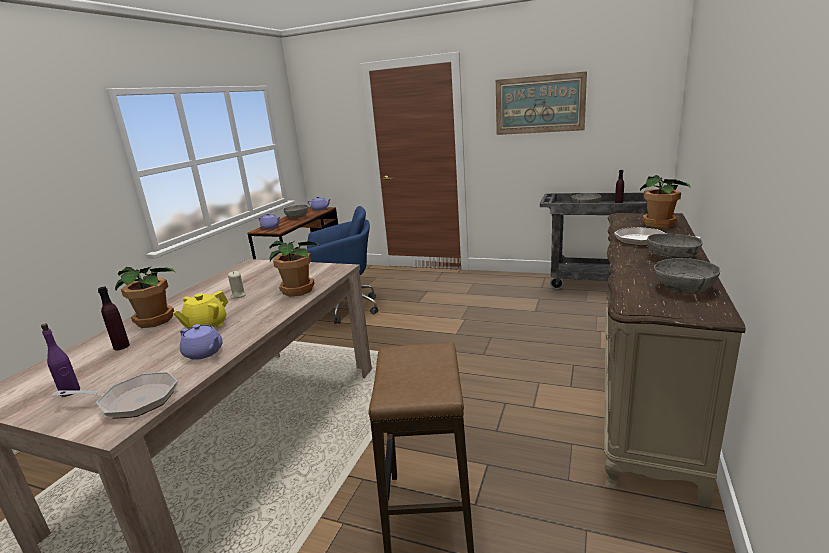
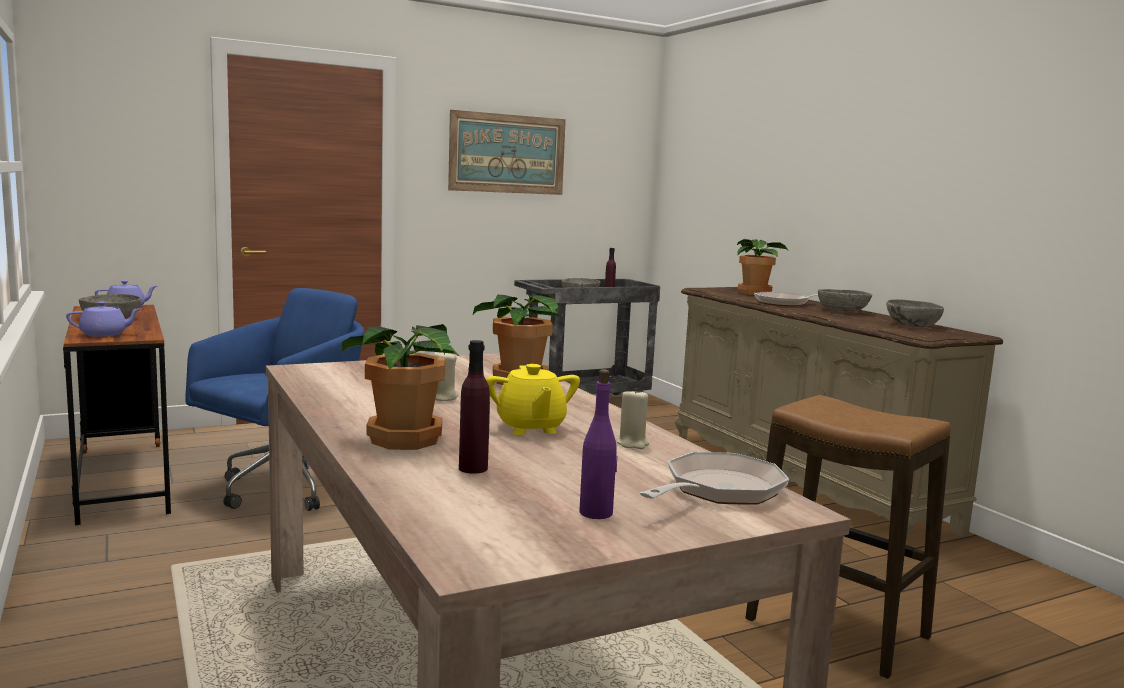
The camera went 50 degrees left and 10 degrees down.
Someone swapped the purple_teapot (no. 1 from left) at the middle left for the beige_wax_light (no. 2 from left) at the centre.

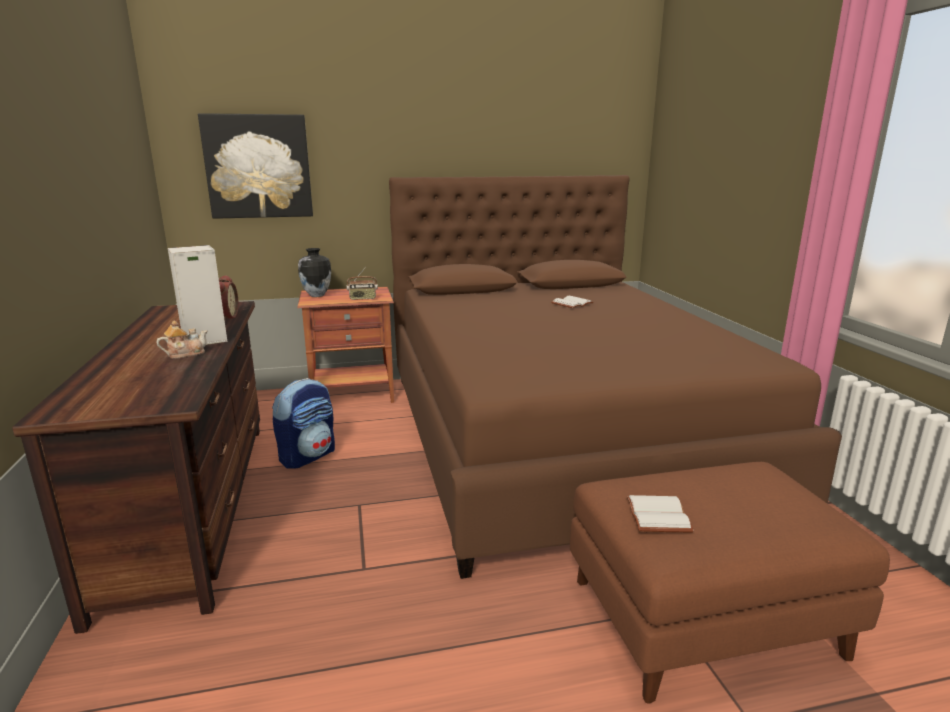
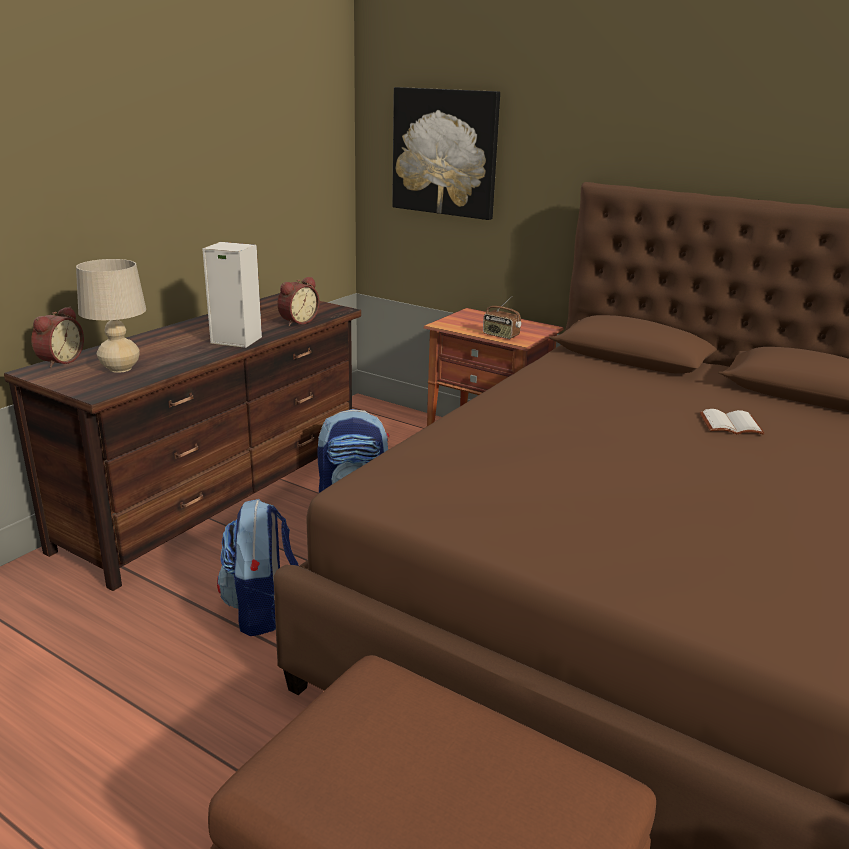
The camera went 45 degrees right and 5 degrees up.
Someone took away the teapot at the middle left.
Someone took away the vase at the middle left.
Someone took away the white_bound_book (no. 2 from left) at the bottom right.
Someone put down the bedside_clock (no. 1 from left) at the middle left.
Someone put down the beige_table_lamp at the middle left.
Someone put down the backpack (no. 1 from left) at the bottom left.

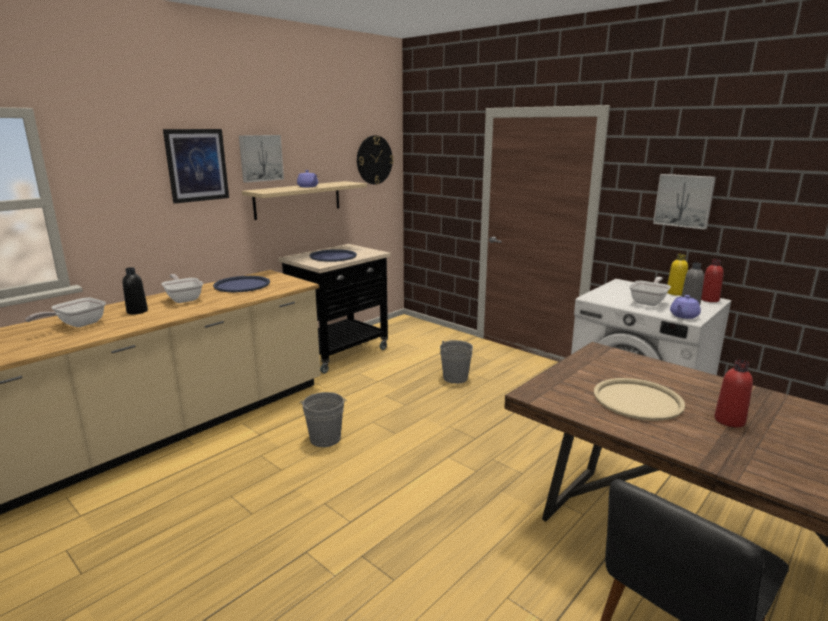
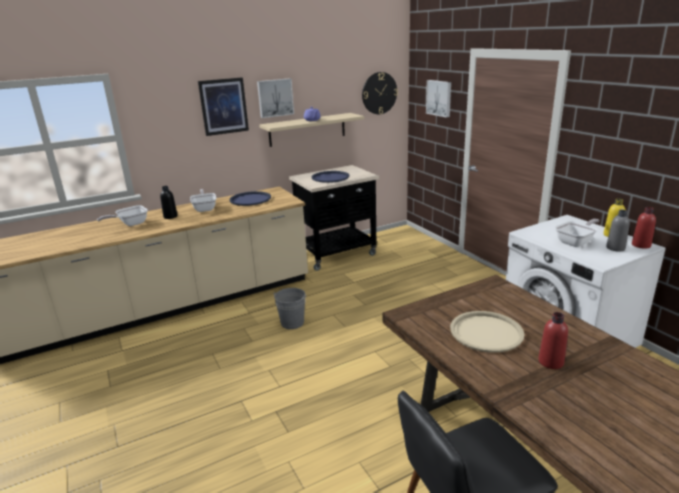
The camera went 20 degrees right and 5 degrees up.
Someone took away the greyish_bucket (no. 2 from left) at the centre.
Someone took away the purple_teapot (no. 2 from left) at the middle right.
Someone carried the wall_picture (no. 3 from left) from the top right to the top centre.

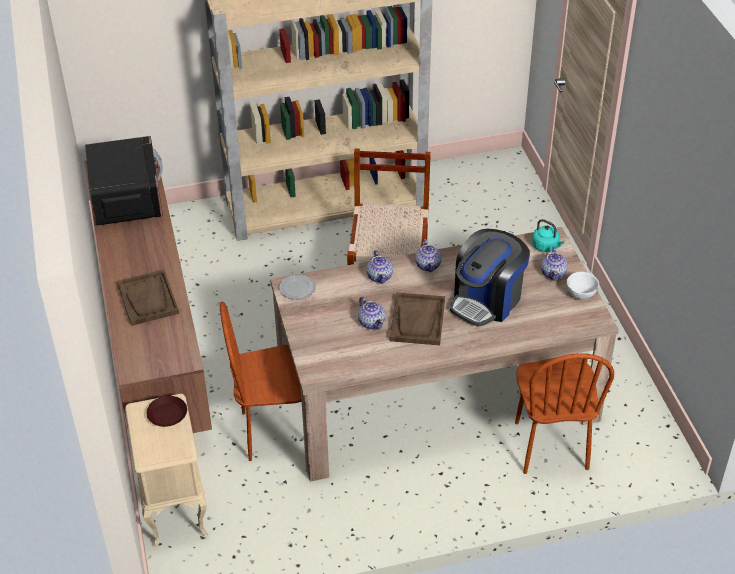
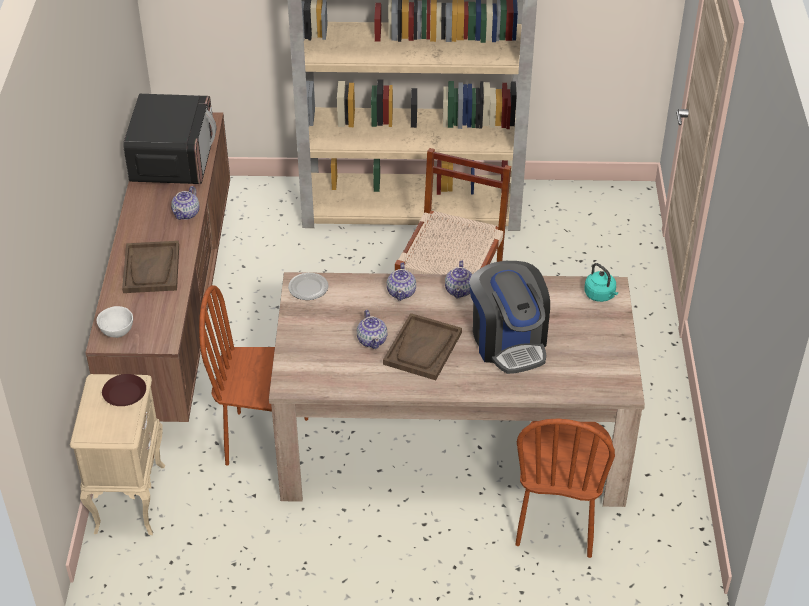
The camera went 15 degrees right and 0 degrees up.
Someone carried the teapot (no. 4 from left in the first image) from the middle right to the middle left.
Someone carried the white_deep_dish from the middle right to the middle left.
Someone rotated the coffee_maker at the middle right by 75 degrees counterclockwise.

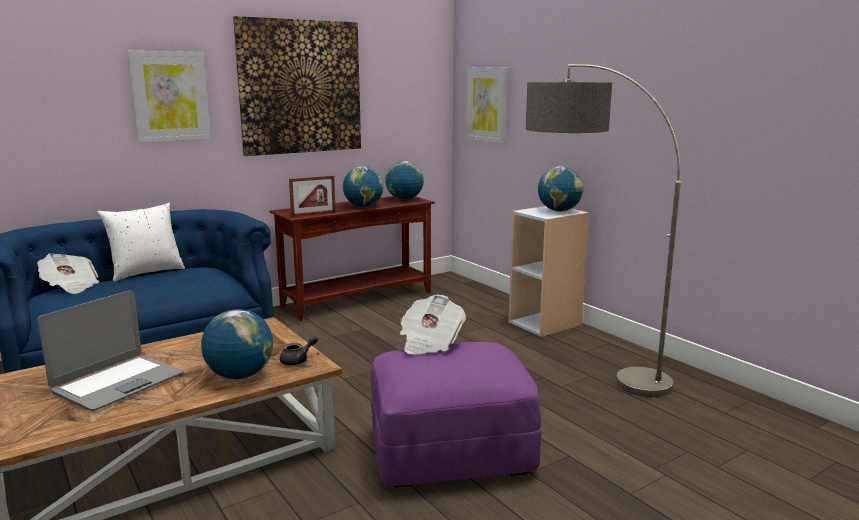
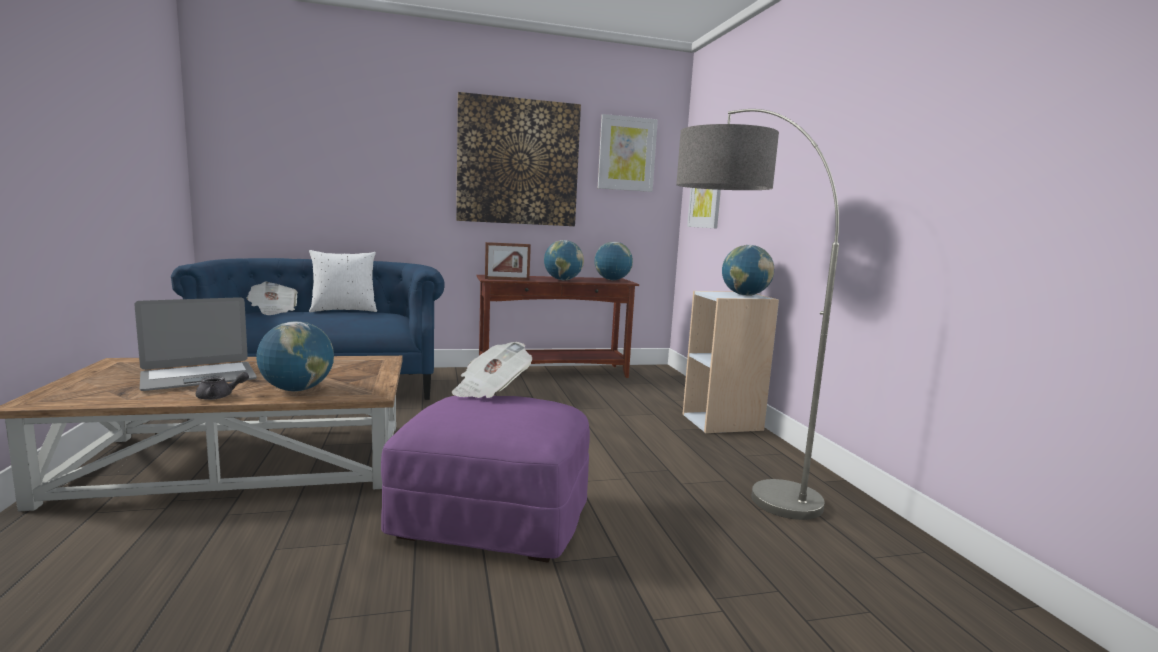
The camera went 20 degrees right and 5 degrees down.
Someone carried the wall_picture (no. 1 from left in the first image) from the top left to the top centre.
Someone carried the greyish_teapot from the bottom centre to the middle left.

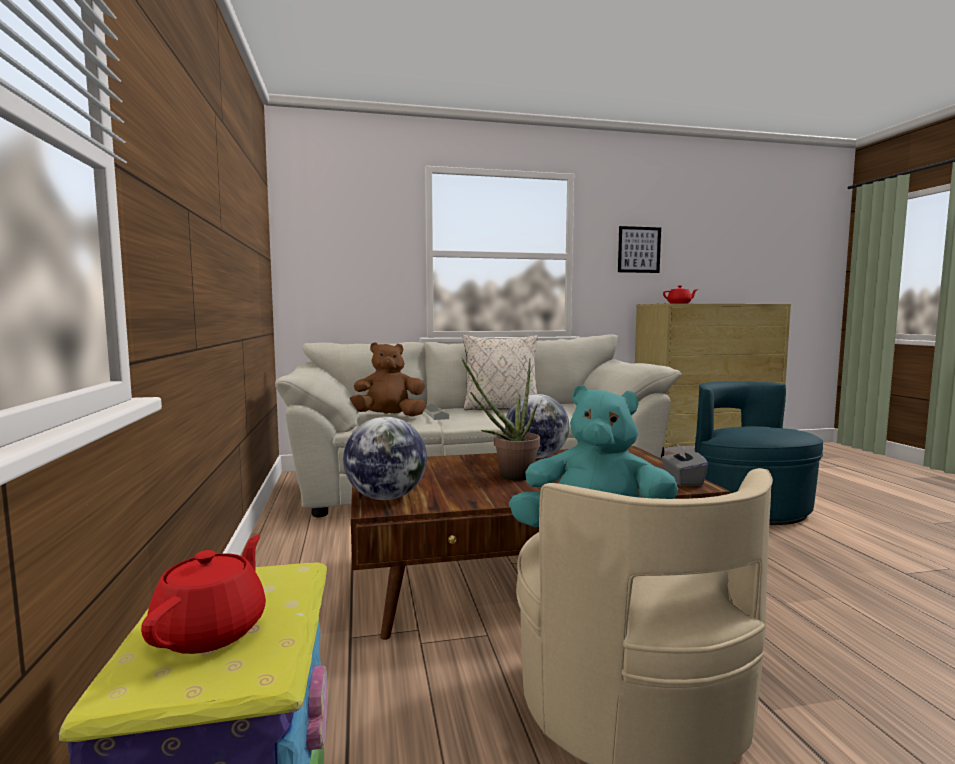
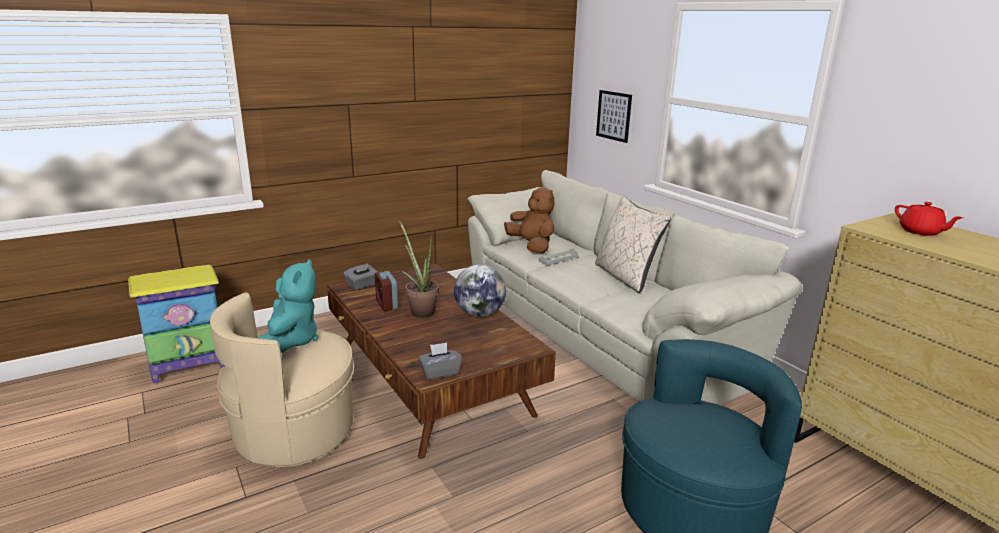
The camera went 70 degrees right and 15 degrees up.
Someone took away the red-coloured_teapot (no. 1 from left) at the bottom left.
Someone put down the bedside_clock at the centre.
Someone carried the wall_picture from the top right to the top centre.
Someone swapped the desk_globe (no. 1 from left) at the centre for the greyish_box_of_tissues (no. 1 from left) at the centre.

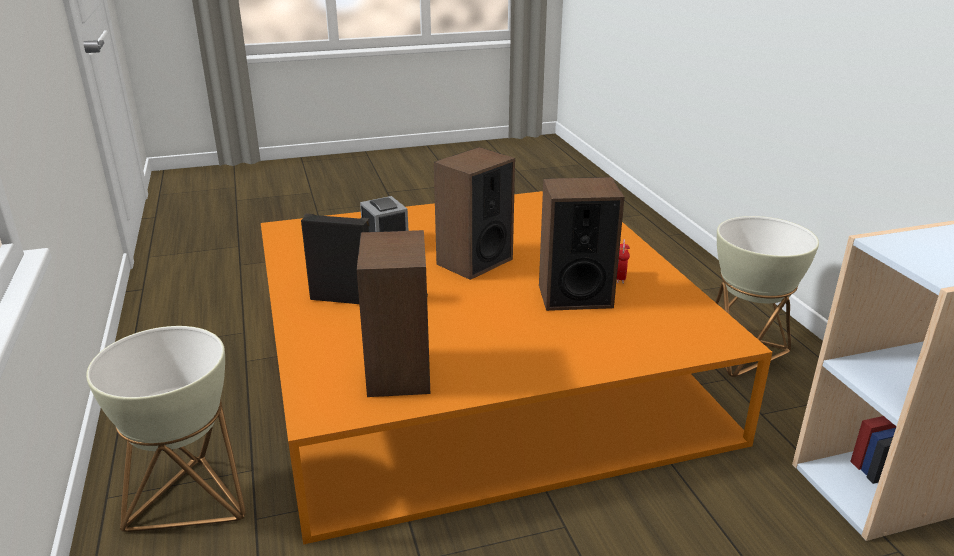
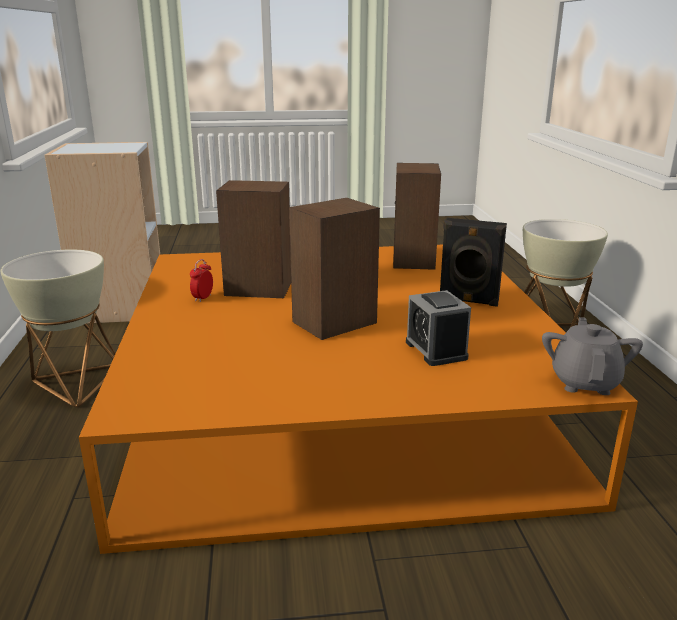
The camera went 170 degrees left and 5 degrees down.
Someone put down the greyish_teapot at the middle right.

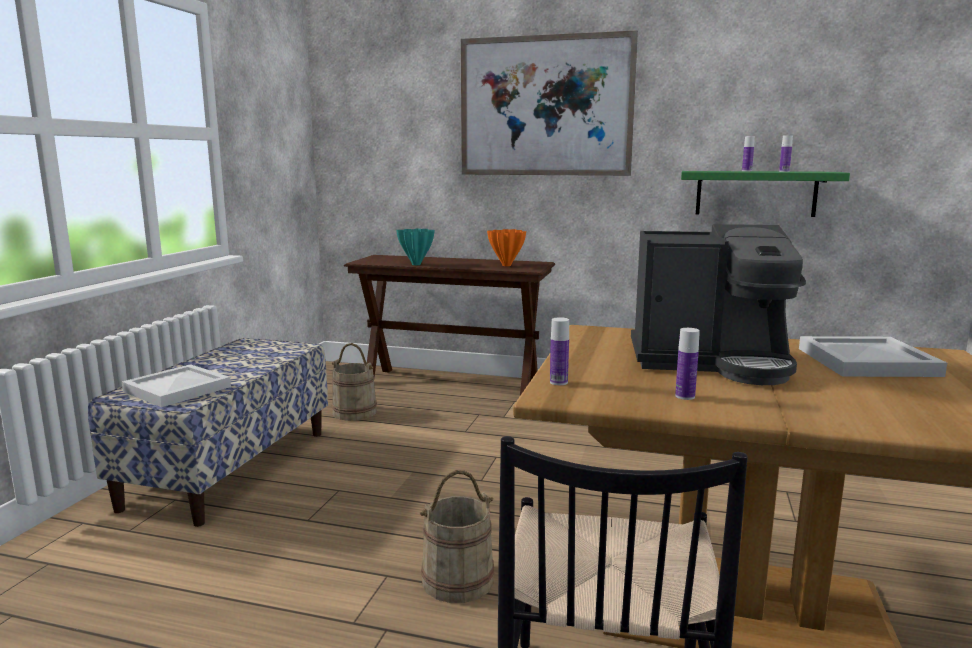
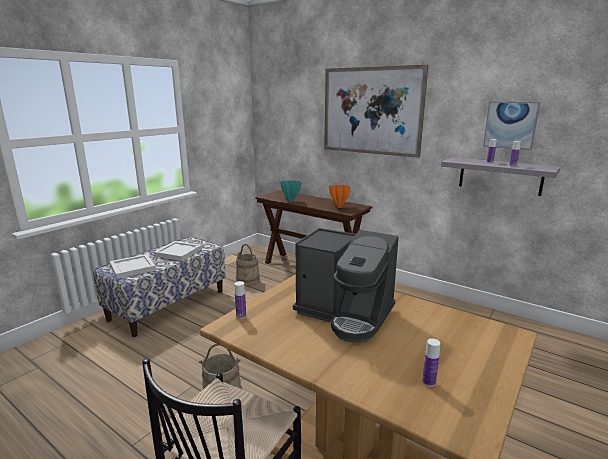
The camera went 20 degrees right and 5 degrees up.
Someone put up the wall_picture (no. 2 from left) at the top right.
Someone carried the beverage_bottle (no. 2 from left) from the middle right to the bottom right.
Someone carried the white_carrying_tray (no. 2 from left) from the middle right to the middle left.
Someone repainted the greenish_bracket_shelf at the top right, which became the greyish_bracket_shelf at the middle right.

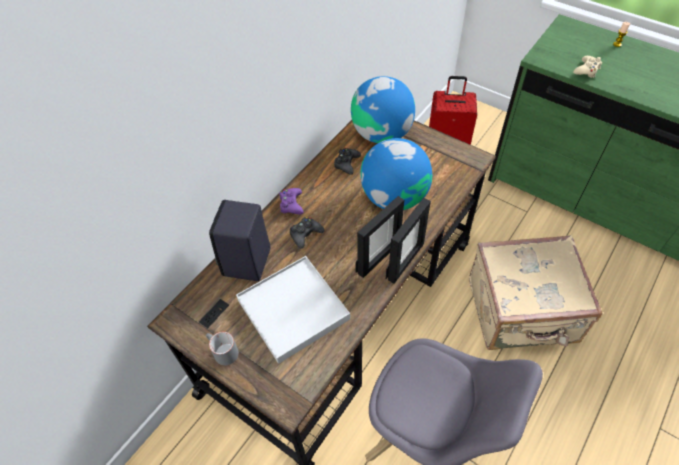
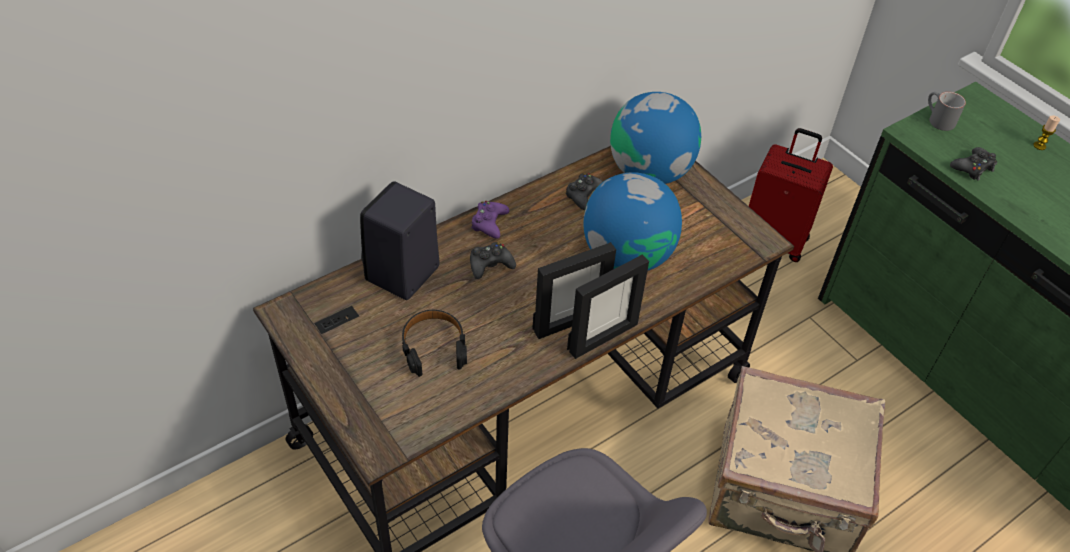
The camera went 15 degrees right and 5 degrees down.
Someone carried the greyish_coffee_mug from the bottom left to the top right.
Someone swapped the white_carrying_tray at the bottom centre for the black-coloured_pair_of_headphones at the centre.
Someone repainted the beige_game_controller at the top right, which became the black-coloured_game_controller (no. 3 from left) at the top right.

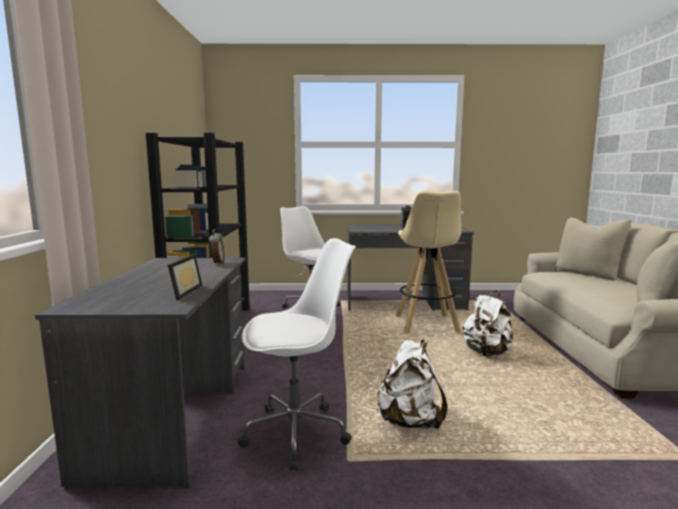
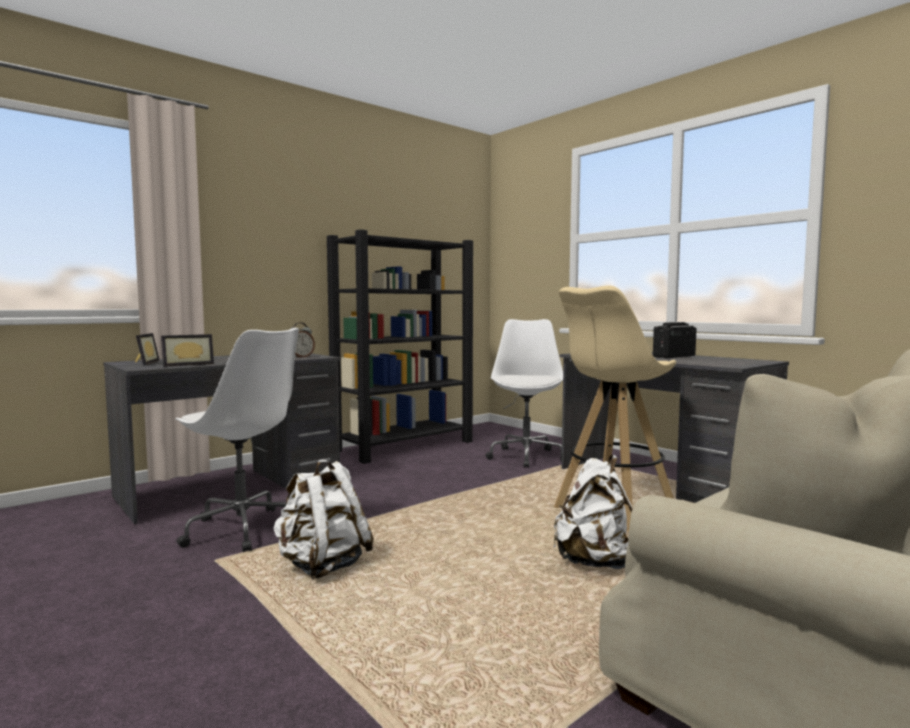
The camera went 50 degrees right and 5 degrees down.
Someone put down the photo_frame (no. 1 from left) at the middle left.

